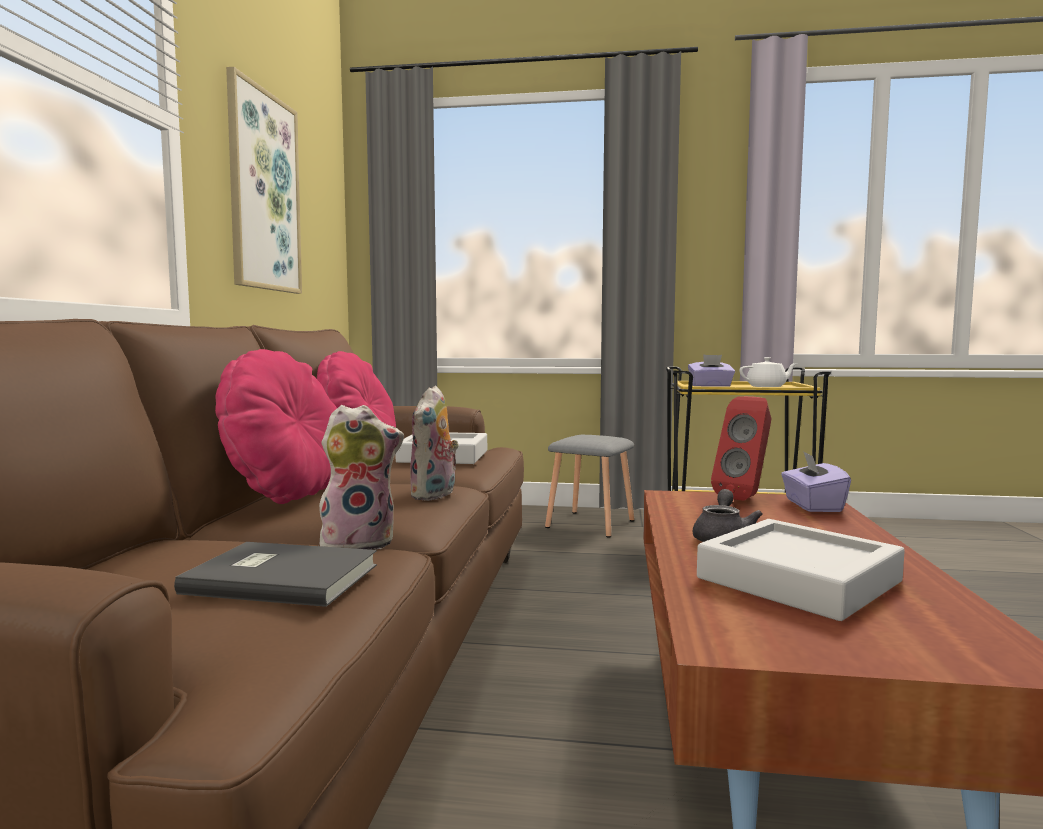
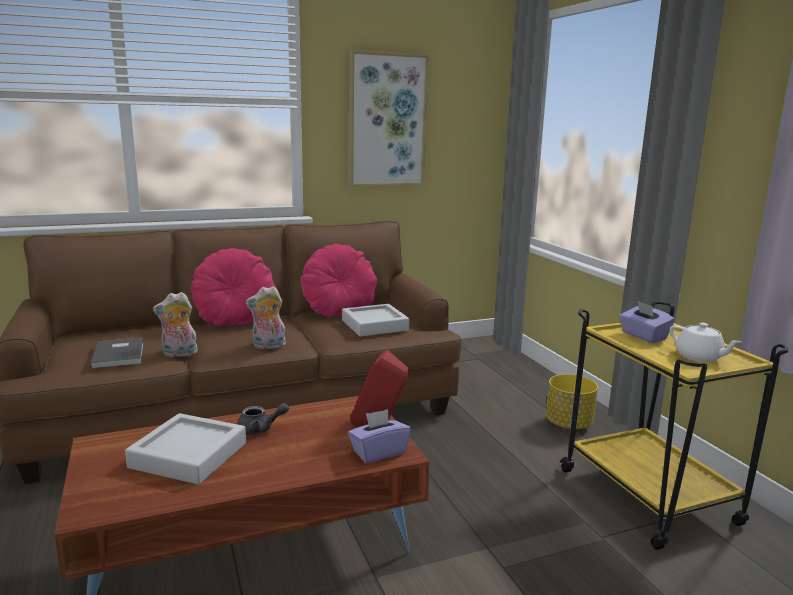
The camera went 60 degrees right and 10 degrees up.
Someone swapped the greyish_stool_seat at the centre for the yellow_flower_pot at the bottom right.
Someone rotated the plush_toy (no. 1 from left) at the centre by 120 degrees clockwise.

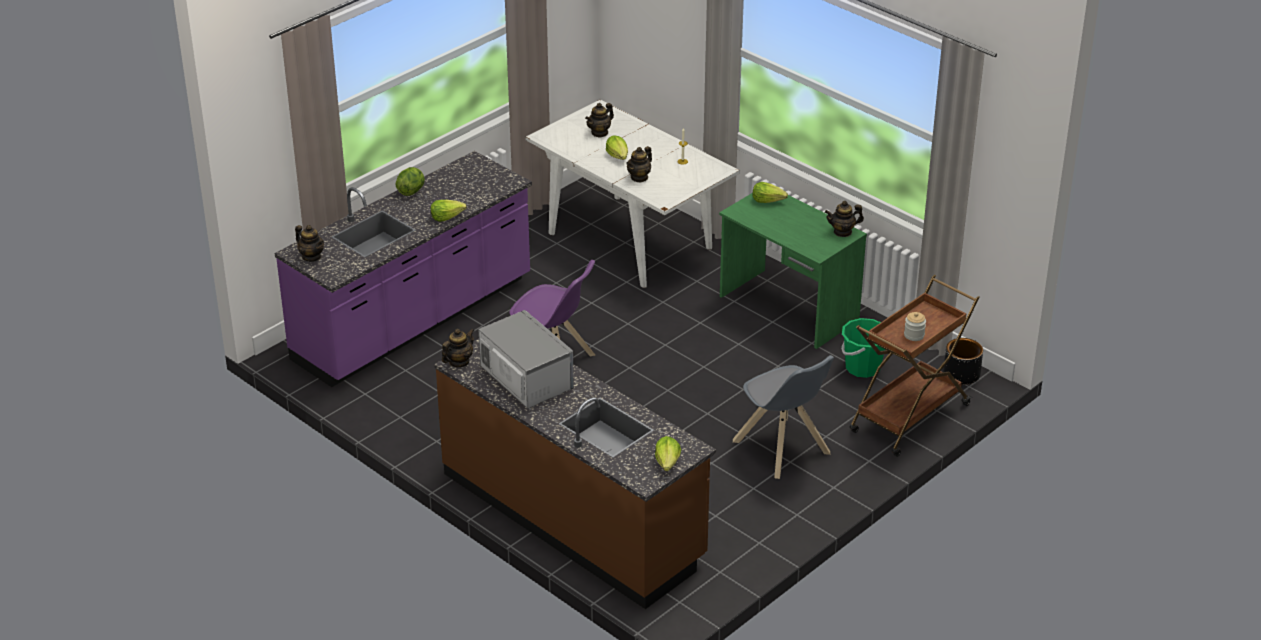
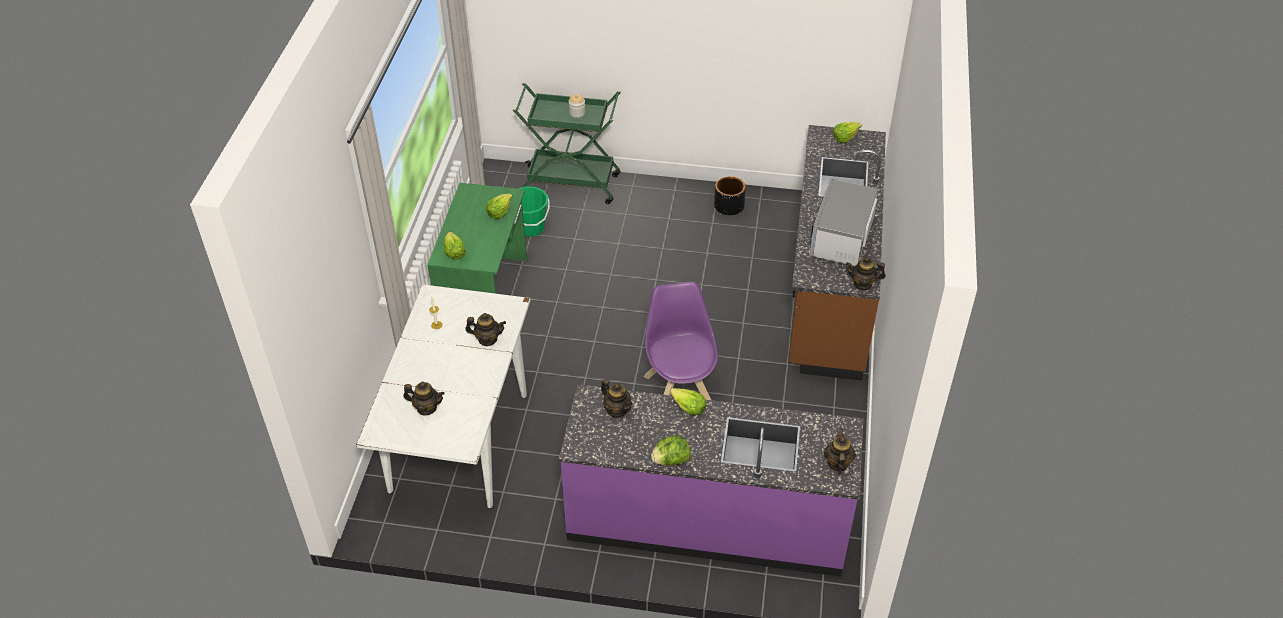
The camera went 125 degrees left and 10 degrees up.
Someone took away the greyish_plain_chair at the centre.
Someone carried the lettuce (no. 3 from left in the first image) from the top centre to the centre.
Someone carried the teapot (no. 5 from left in the first image) from the middle right to the centre.
Someone carried the black-coloured_flower_pot from the middle right to the top centre.
Someone repainted the brown_trolley at the middle right, which became the greenish_trolley at the top centre.

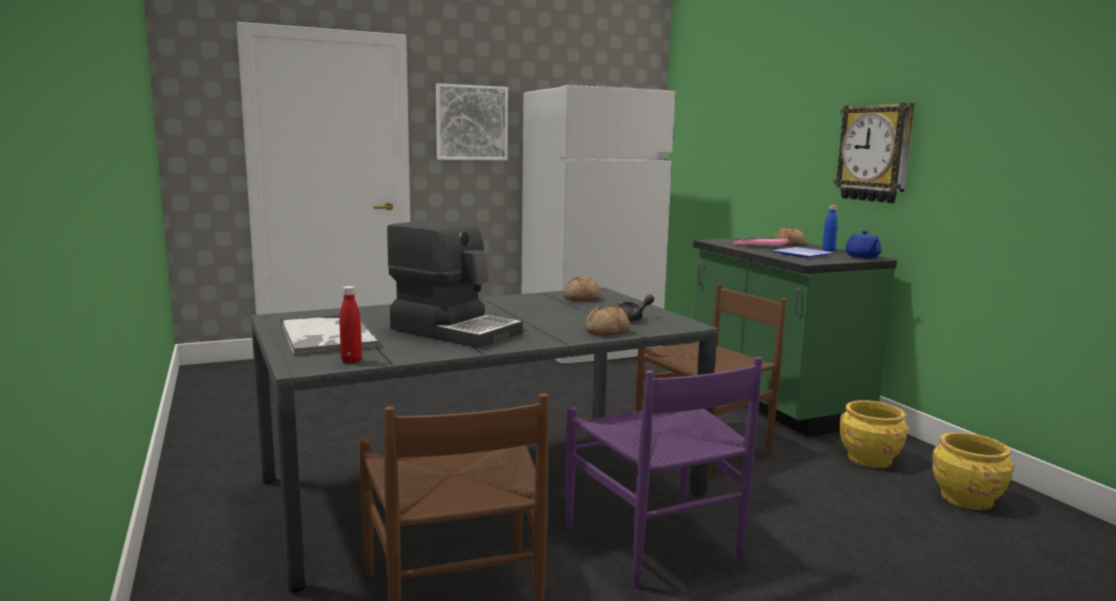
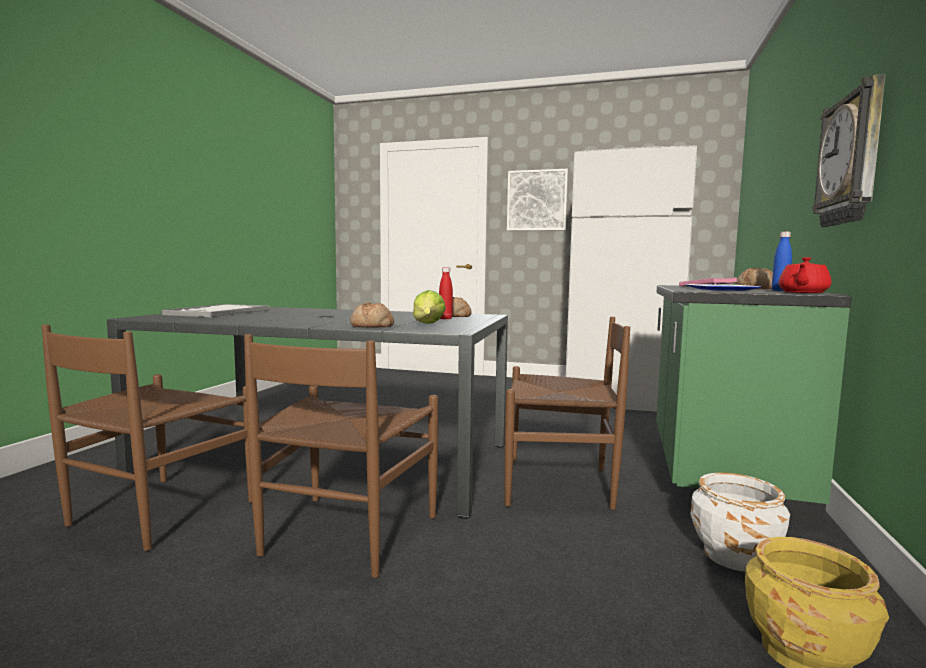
The camera went 40 degrees right and 5 degrees down.
Someone took away the coffee_maker at the centre.
Someone carried the red-coloured_beverage_bottle from the middle left to the centre.
Someone swapped the greyish_teapot at the centre for the lettuce at the centre.
Someone repainted the purple_plain_chair at the bottom centre, which became the brown_plain_chair (no. 2 from left) at the bottom centre.
Someone repainted the yellow_flower_pot (no. 1 from left) at the bottom right, which became the white_flower_pot at the bottom right.
Someone repainted the blue_teapot at the middle right, which became the red-coloured_teapot at the middle right.

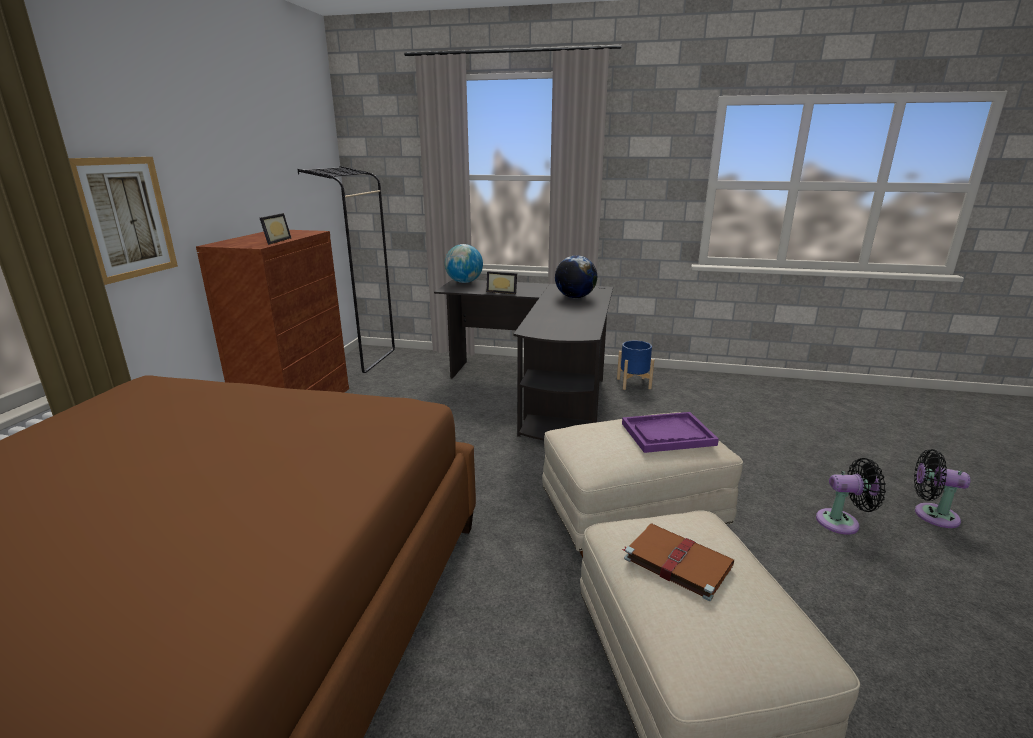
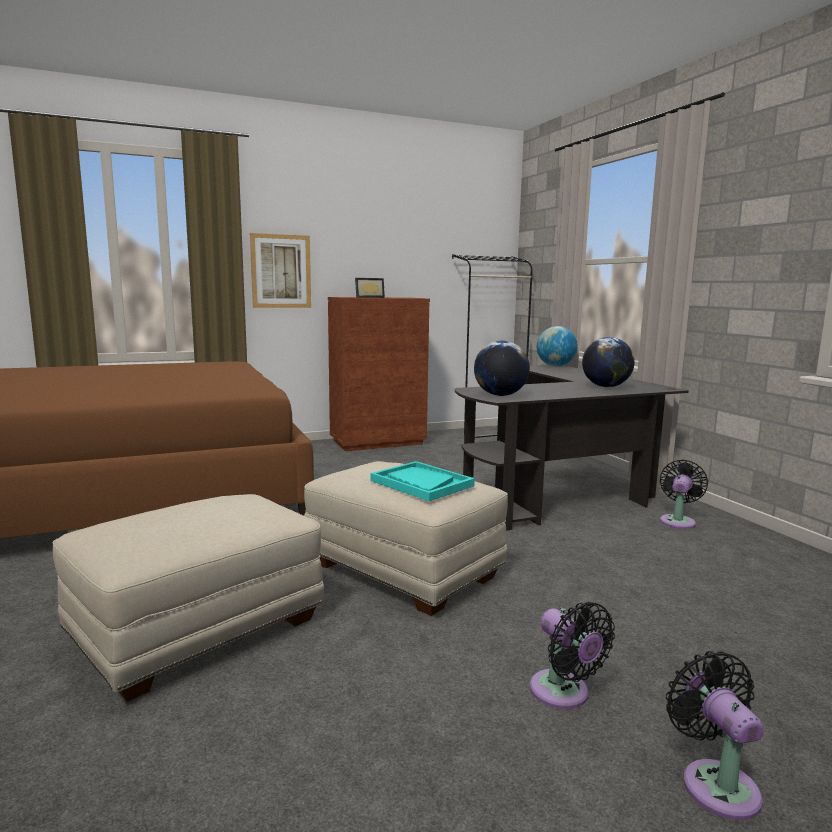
The camera went 55 degrees right and 10 degrees down.
Someone took away the photo_frame (no. 2 from left) at the centre.
Someone took away the brown_bound_book at the bottom centre.
Someone put down the desk_globe (no. 1 from left) at the centre.
Someone swapped the blue_flower_pot at the centre for the black-coloured_electric_fan (no. 2 from left) at the middle right.
Someone repainted the purple_carrying_tray at the centre, which became the turquoise_carrying_tray at the centre.

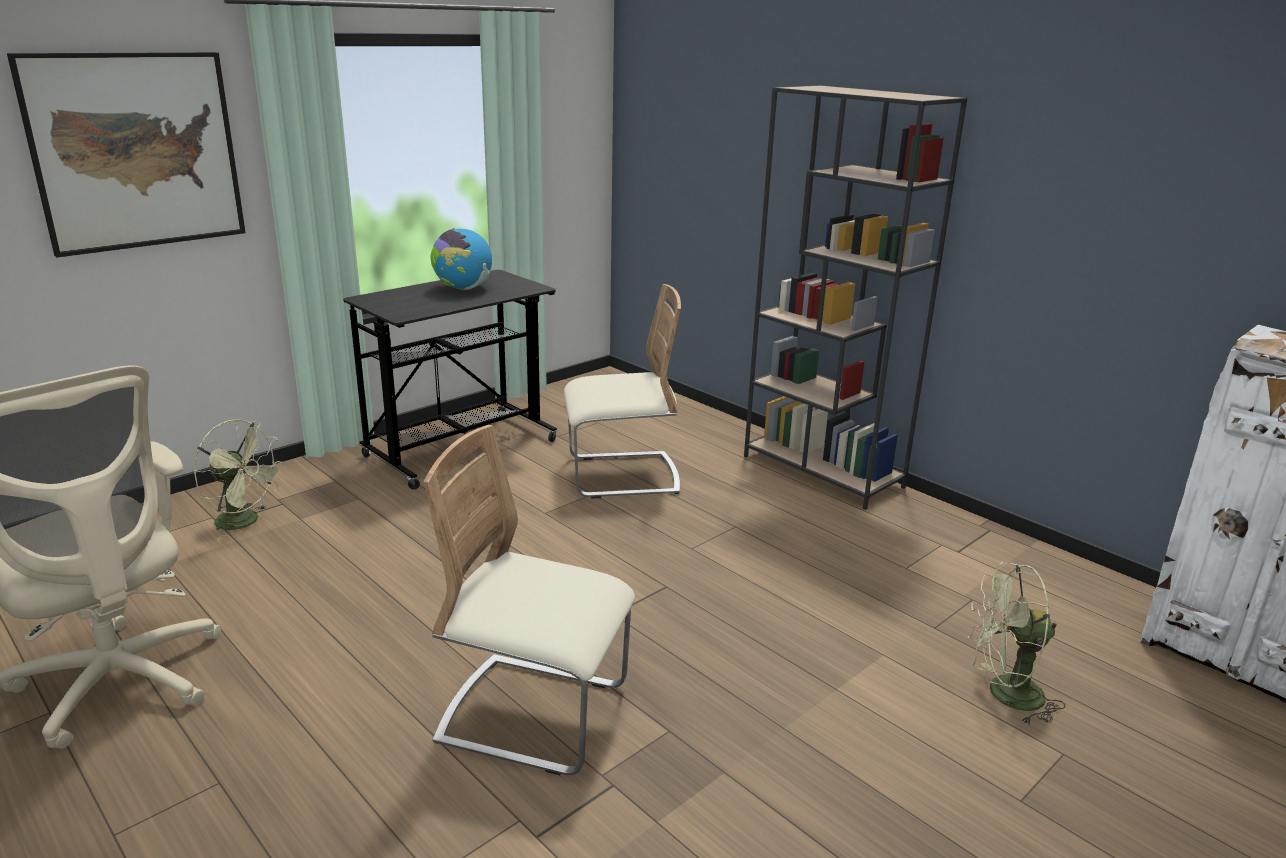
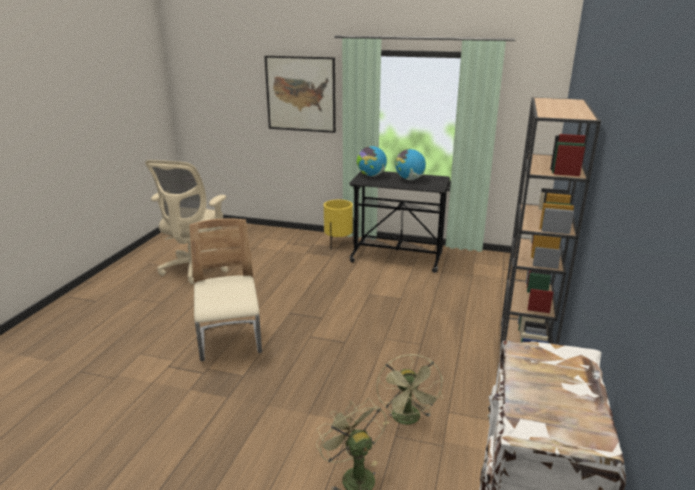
The camera went 60 degrees right and 0 degrees up.
Someone took away the beige_plain_chair (no. 2 from left) at the centre.
Someone put down the yellow_flower_pot at the centre.
Someone put down the desk_globe (no. 1 from left) at the top centre.
Someone carried the greenish_electric_fan (no. 1 from left in the first image) from the middle left to the bottom centre.

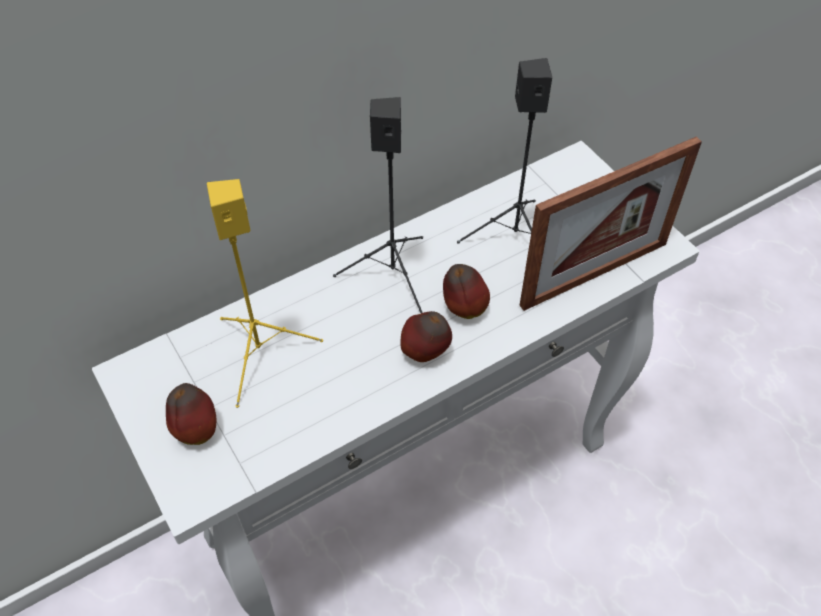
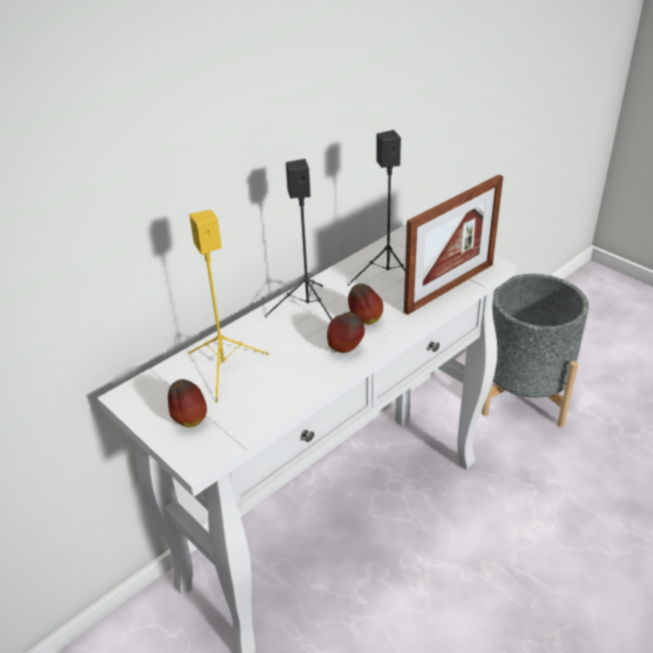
The camera went 10 degrees left and 15 degrees down.
Someone put down the greyish_flower_pot at the middle right.

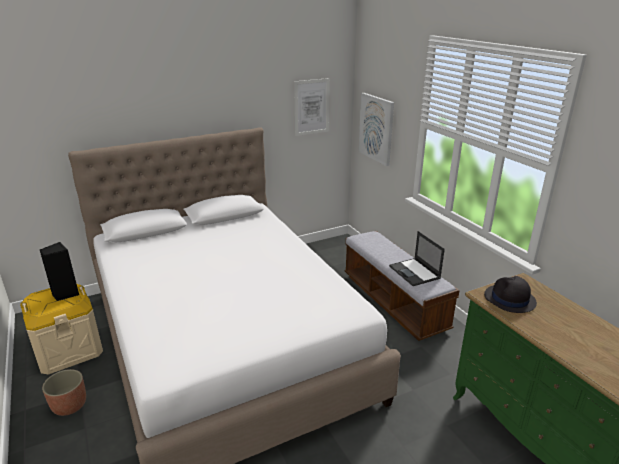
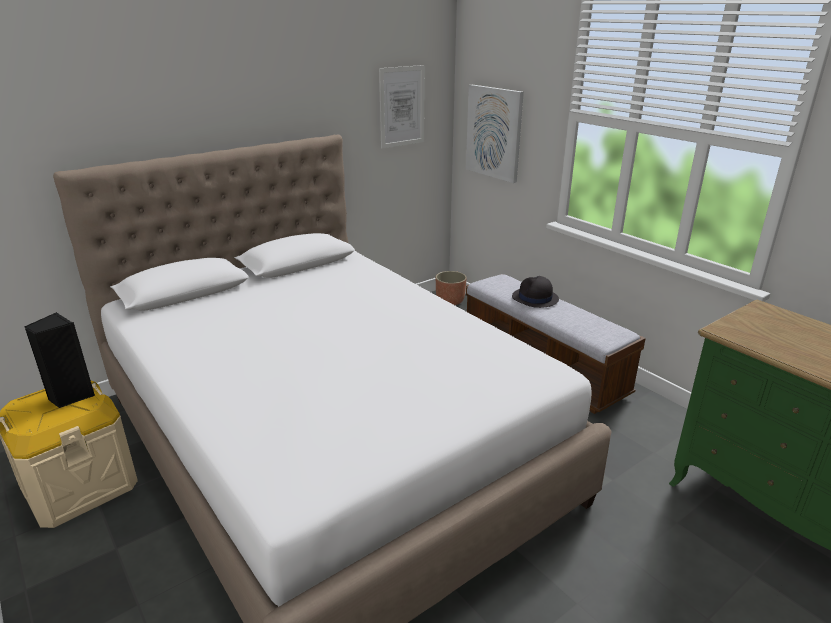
The camera went 10 degrees left and 0 degrees up.
Someone took away the laptop at the middle right.
Someone carried the flower_pot from the bottom left to the centre.
Someone carried the black-coloured_clothing_hat from the middle right to the centre.

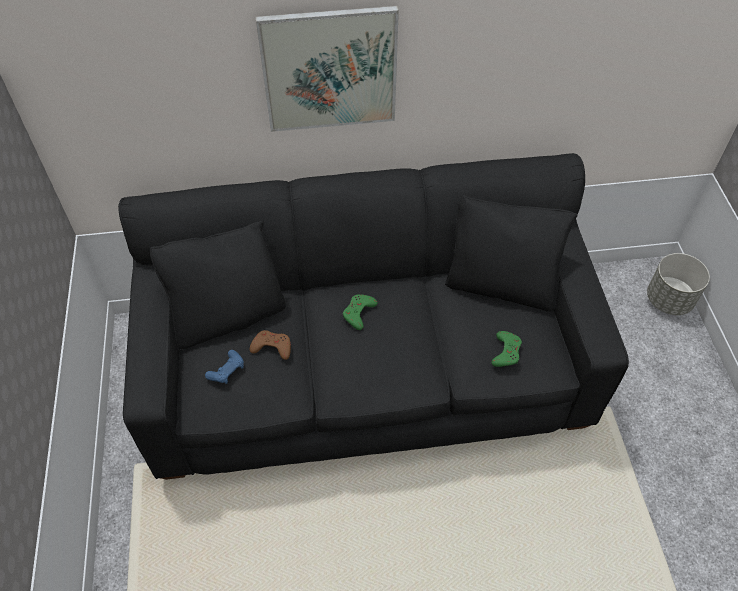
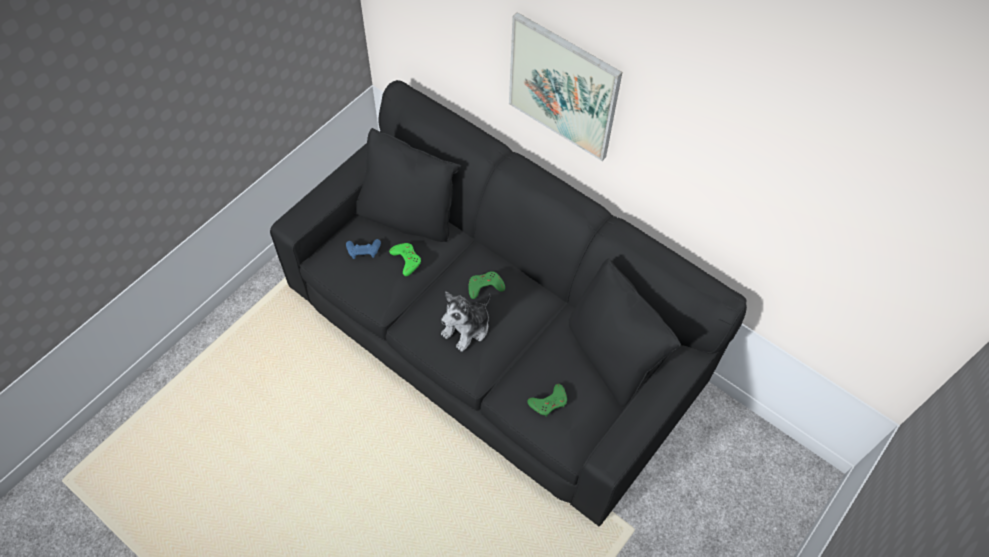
The camera went 45 degrees right and 5 degrees up.
Someone took away the greyish_flower_pot at the middle right.
Someone put down the plush_toy at the centre.
Someone repainted the brown_game_controller at the centre, which became the greenish_game_controller (no. 1 from left) at the centre.

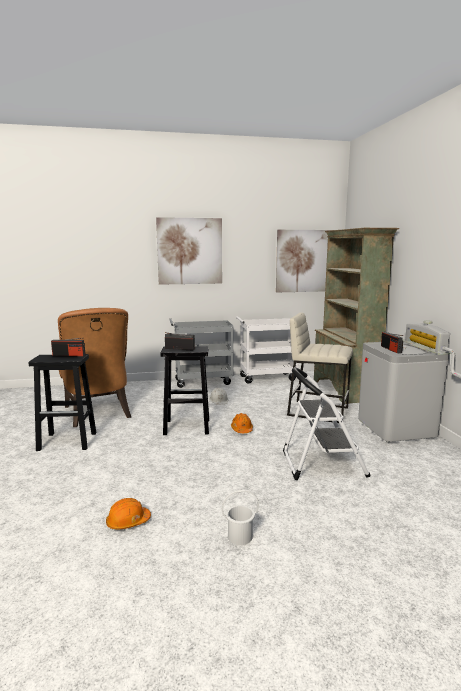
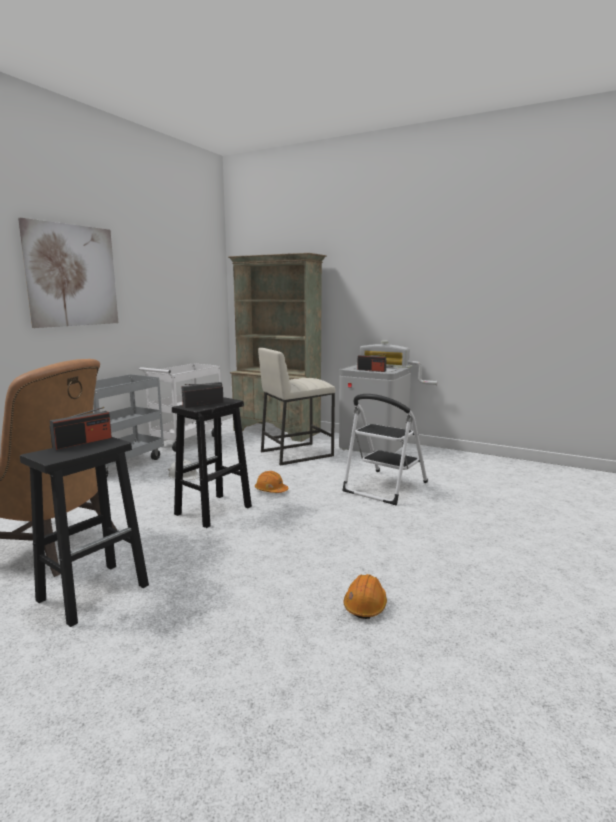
The camera went 50 degrees left and 0 degrees up.
Someone took away the white_bucket at the bottom centre.
Someone took away the wall_picture (no. 2 from left) at the centre.

